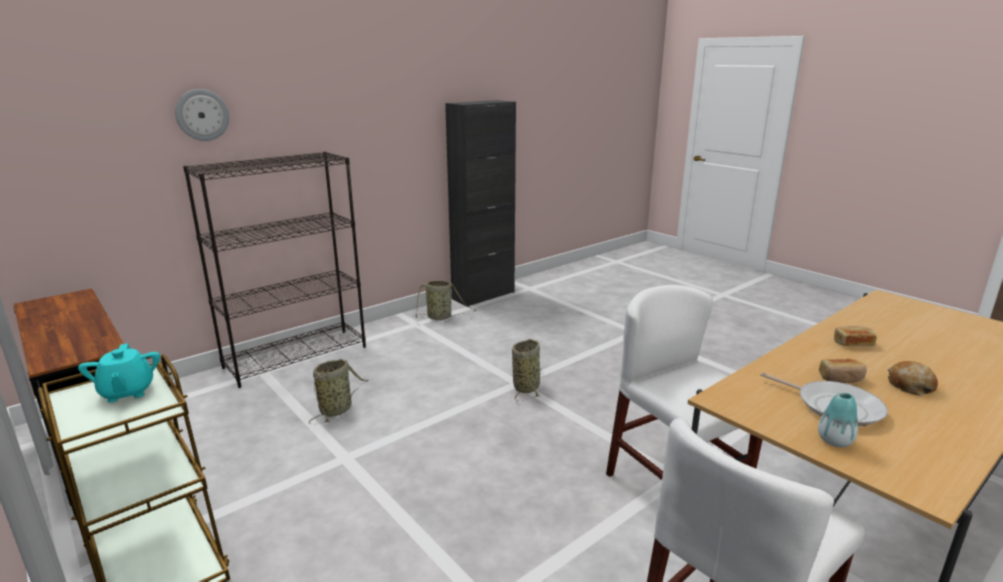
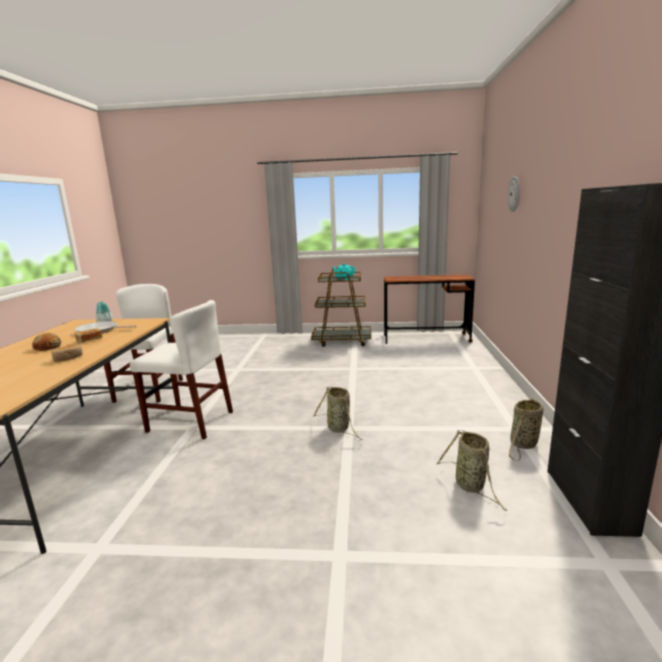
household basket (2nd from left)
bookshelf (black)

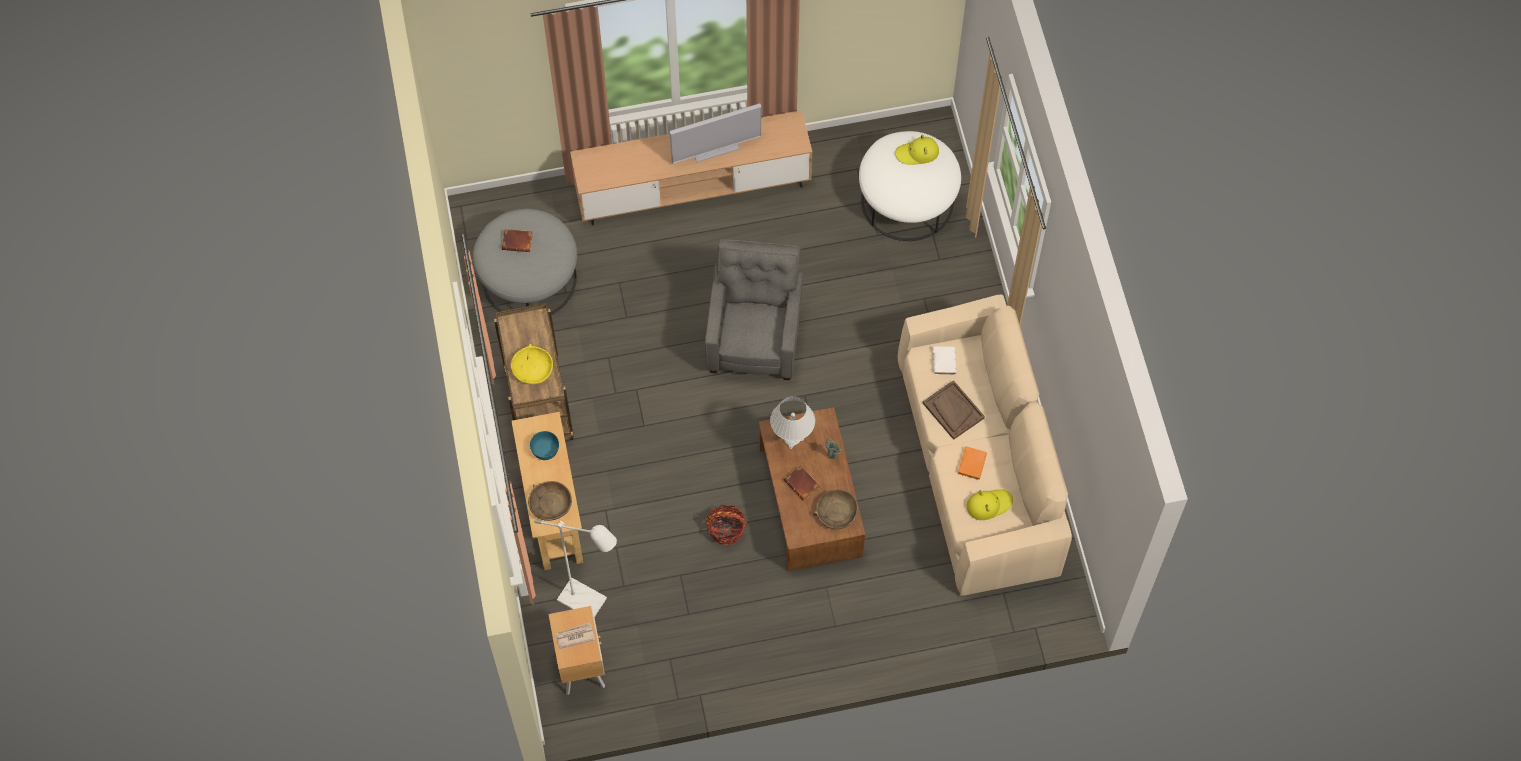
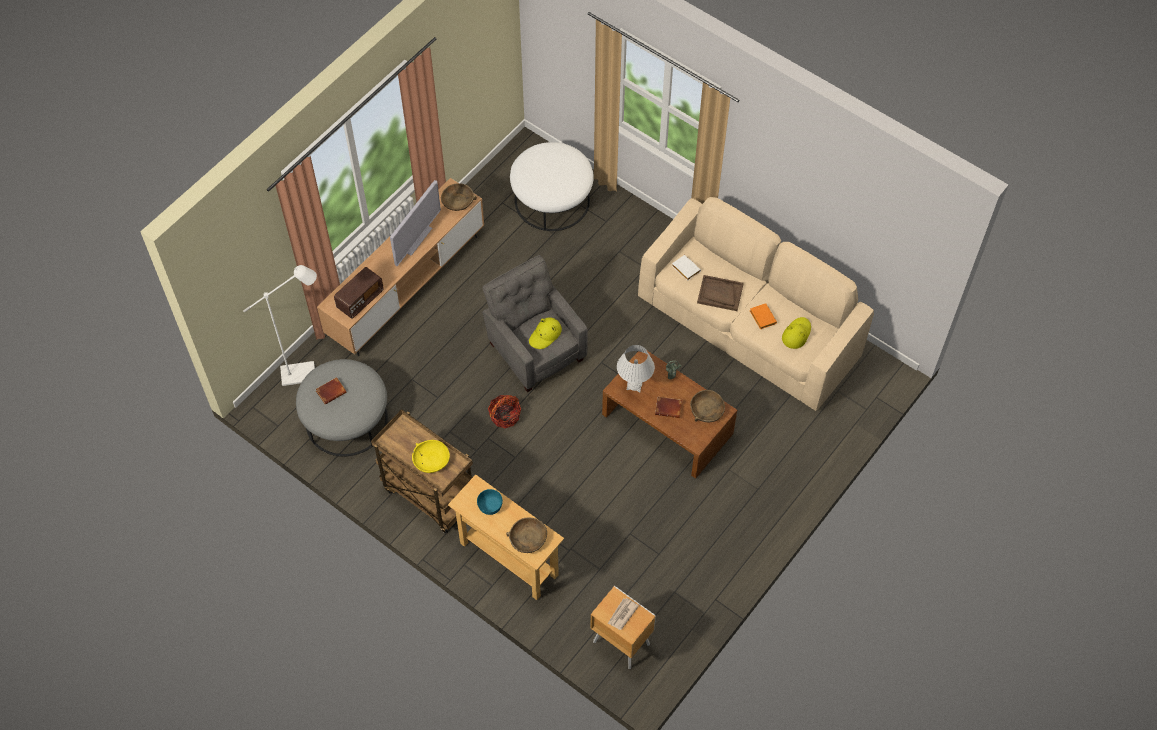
standing lamp (white)
radio set
serving bowl (brownish) (1st from left)
household basket
hat (yellowish) (1st from left)

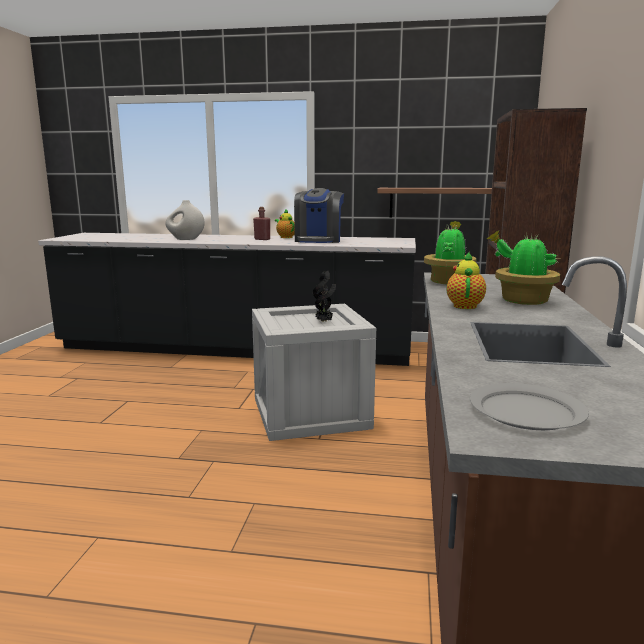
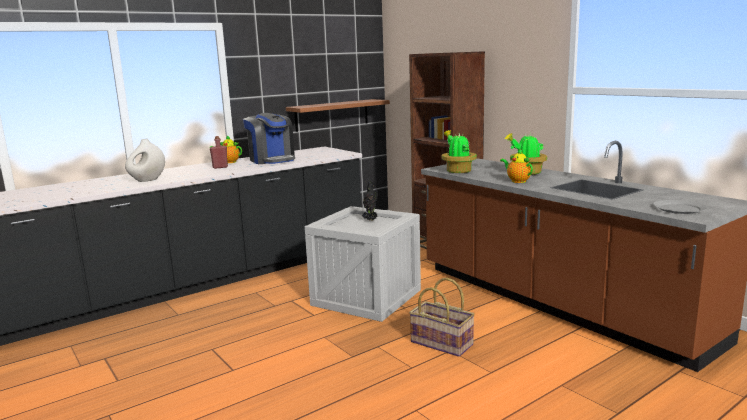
household basket

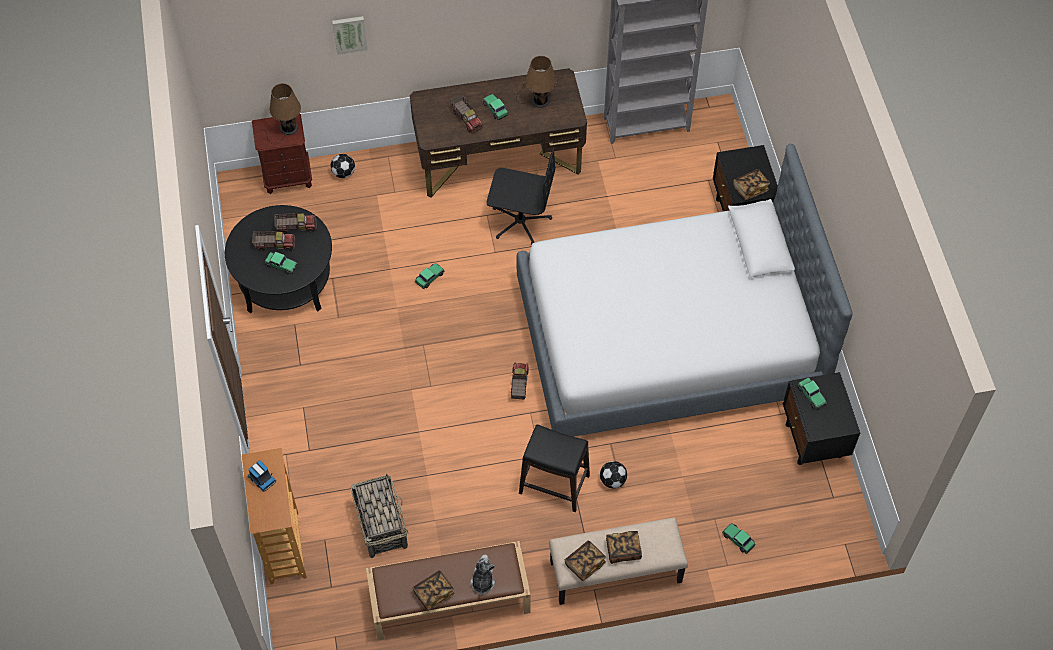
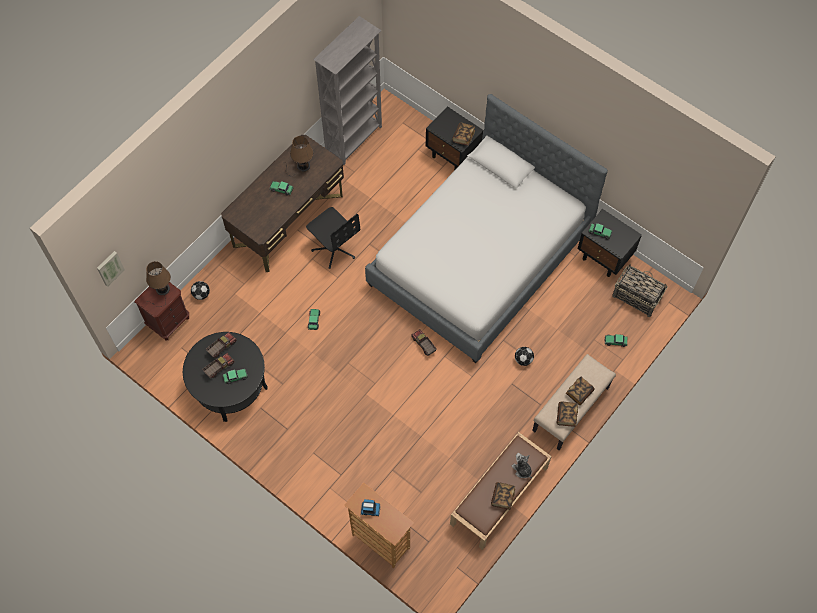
wall art
desk chair (black)
household basket
toy truck (4th from left in the first image)
stool (black)

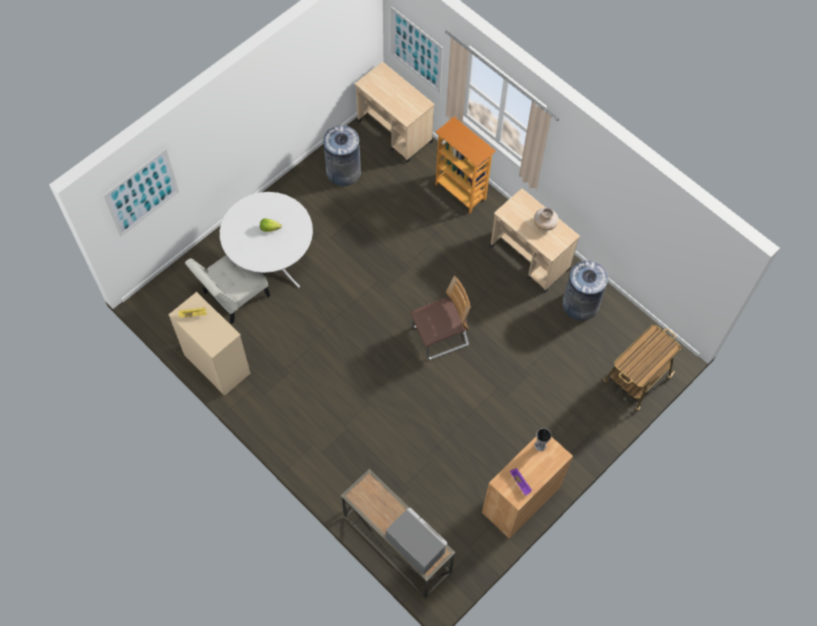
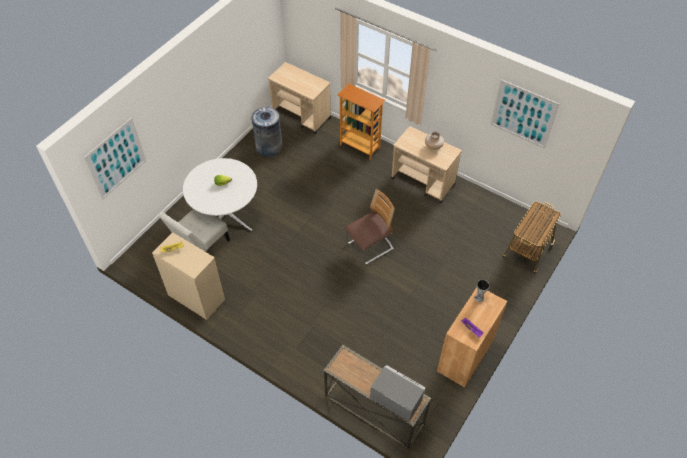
wall art (2nd from left)
rubbish bin (gray) (2nd from left in the first image)

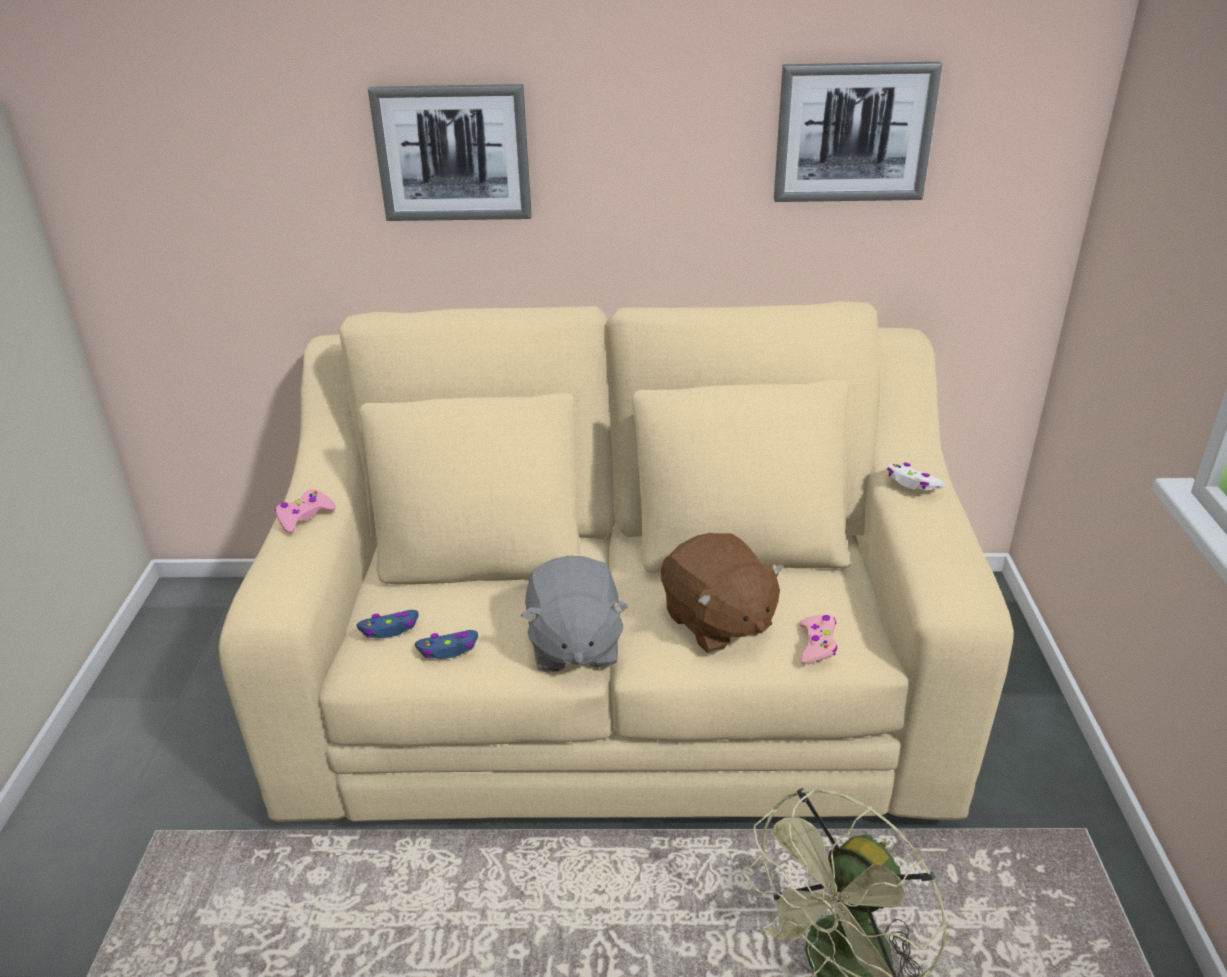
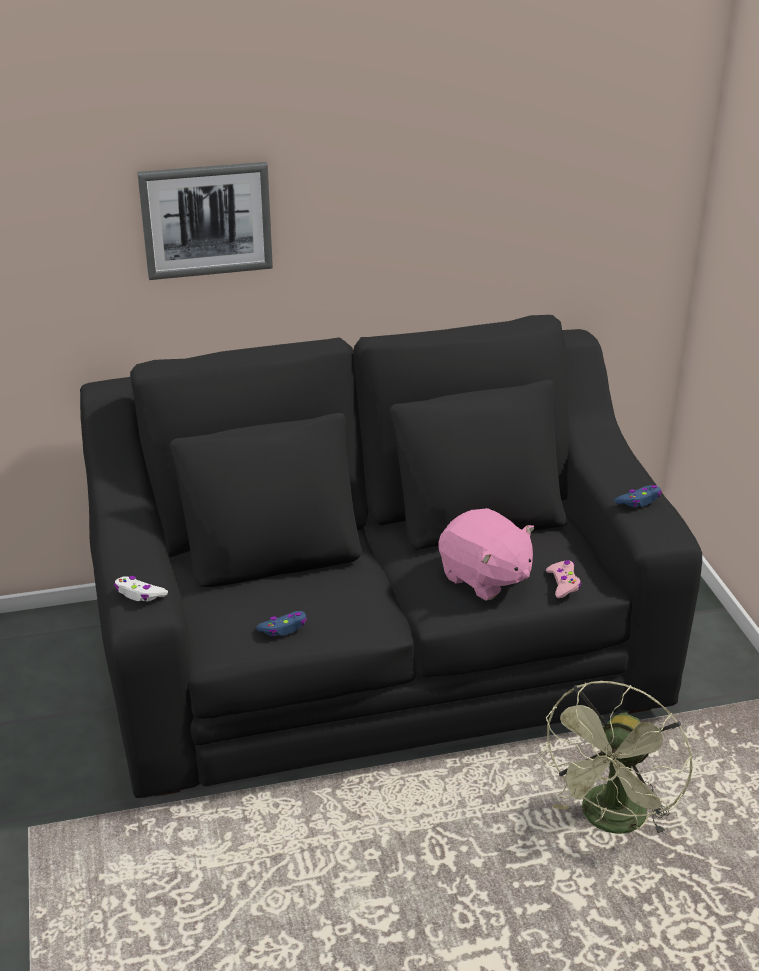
sofa (black)
gamepad (white)
cuddly toy (pink)
gamepad (bluish) (2nd from left)
gamepad (pink) (1st from left in the first image)
cuddly toy (gray)
wall art (2nd from left in the first image)

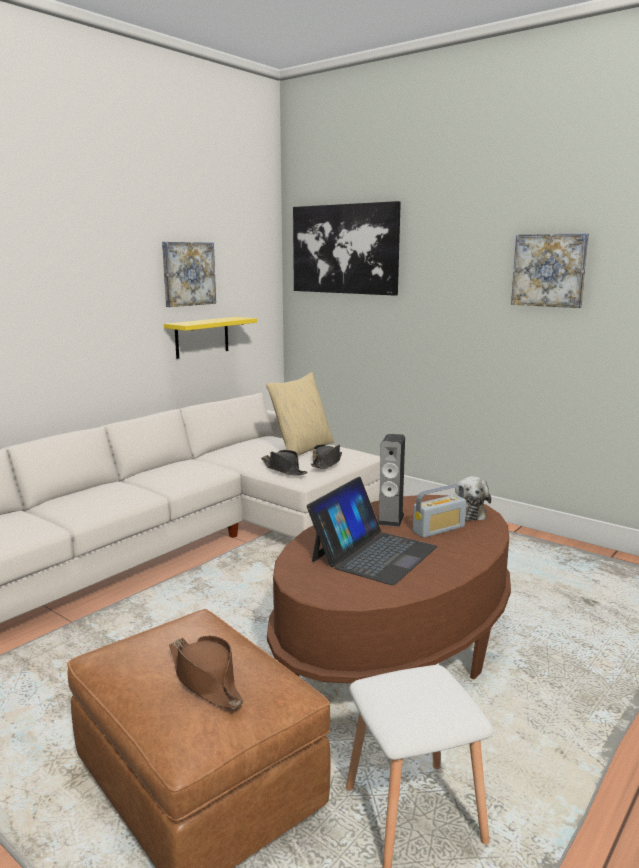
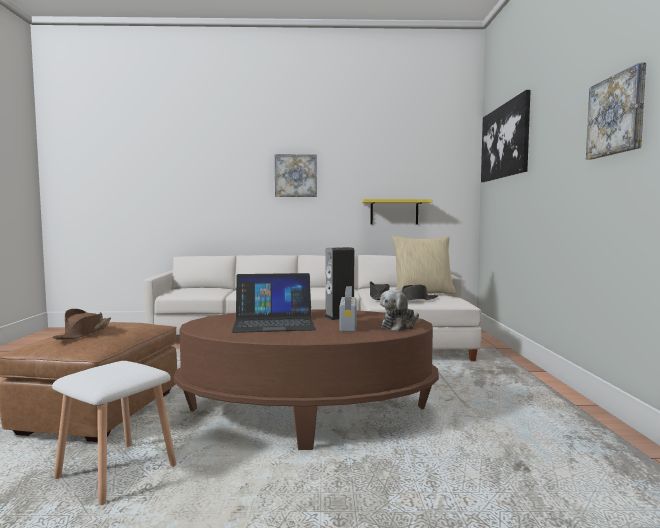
wall art (1st from left)
radio set

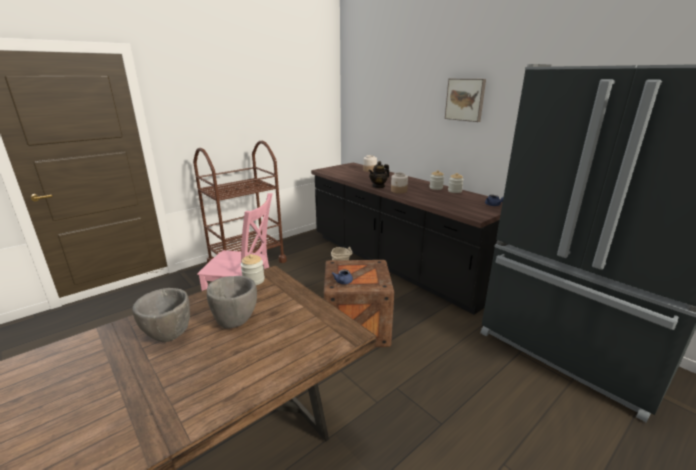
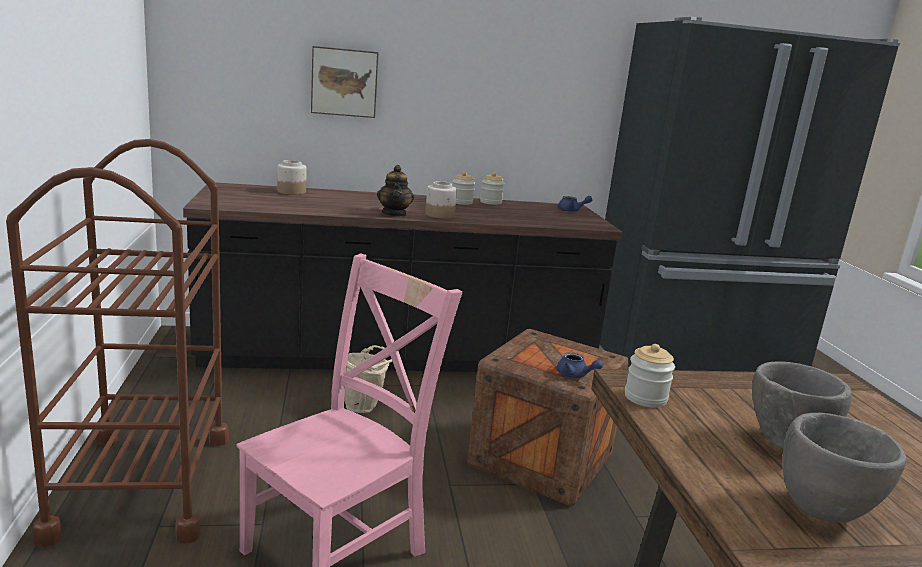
wall art

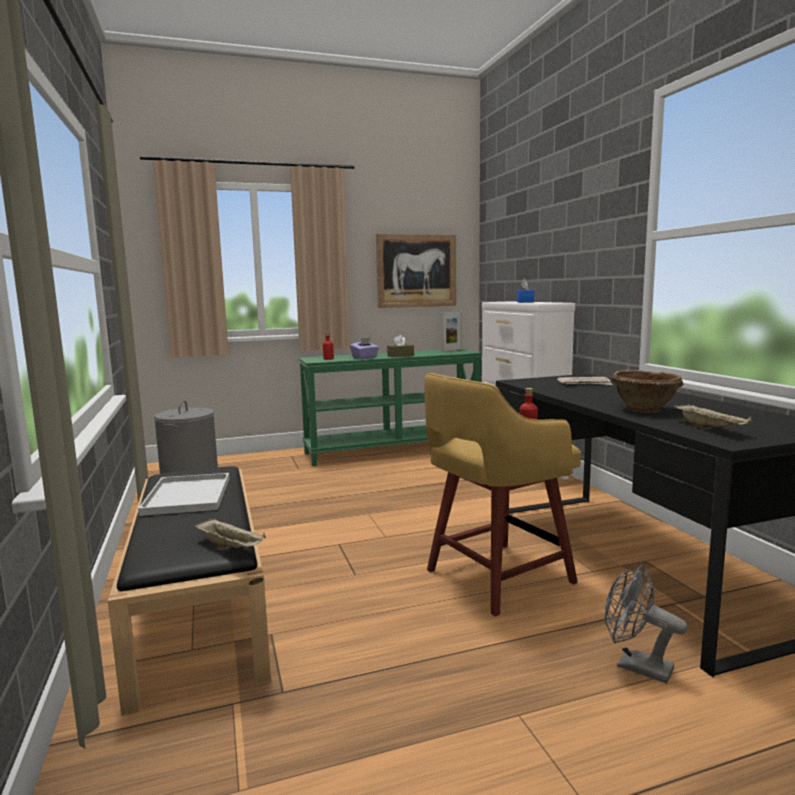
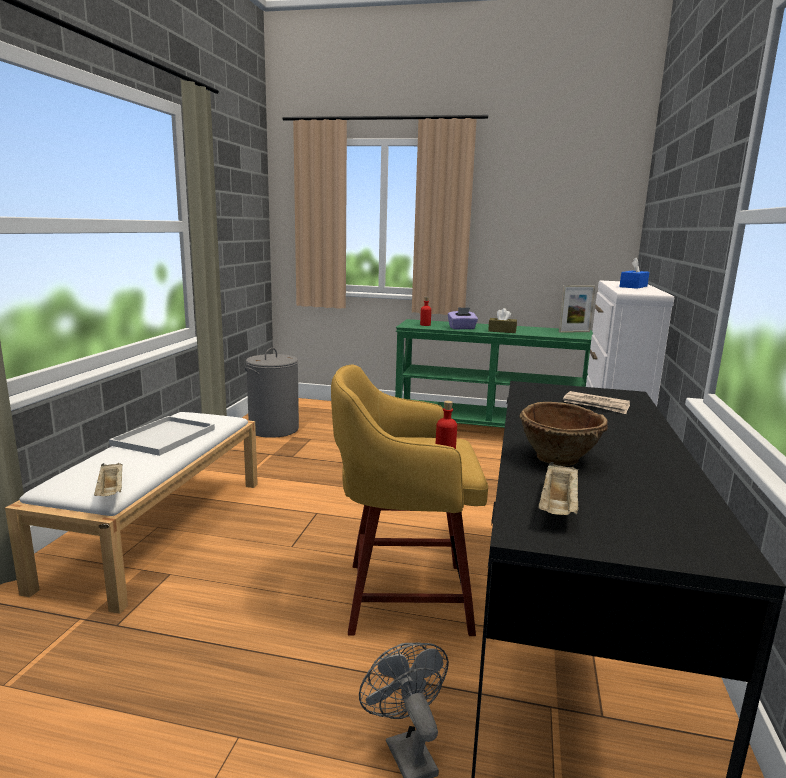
long seat (white)
wall art

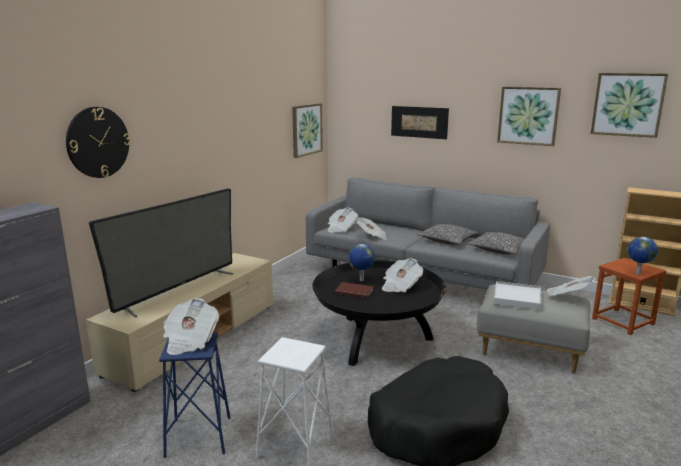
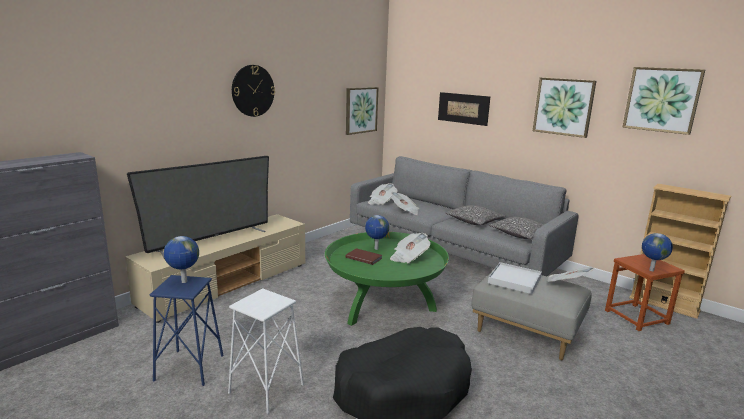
world globe (1st from left)
wall clock
low table (green)

